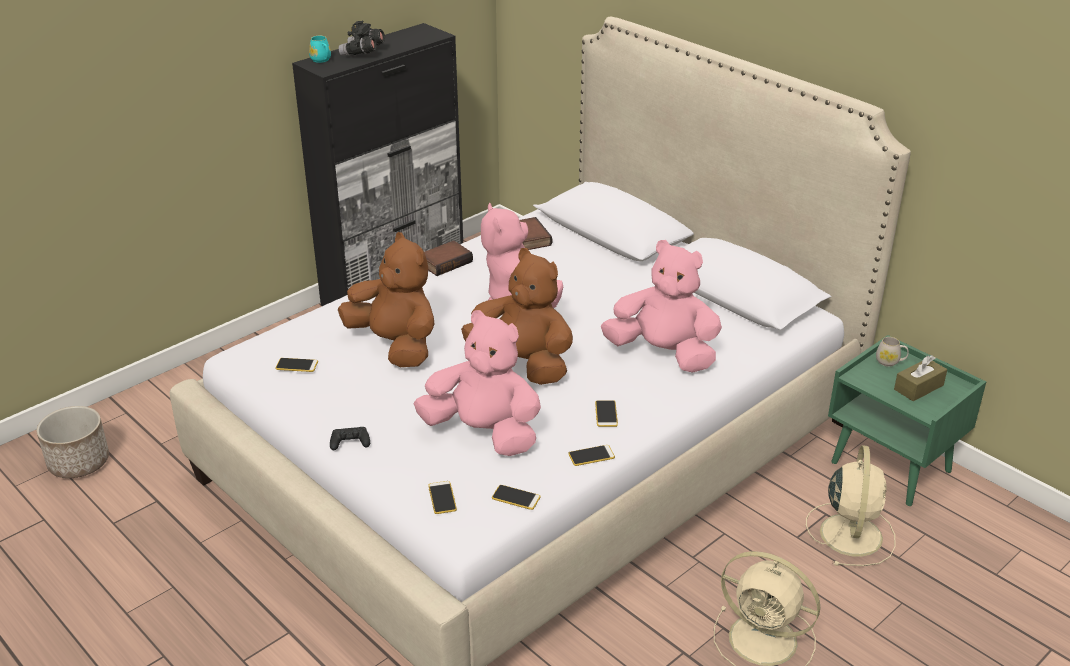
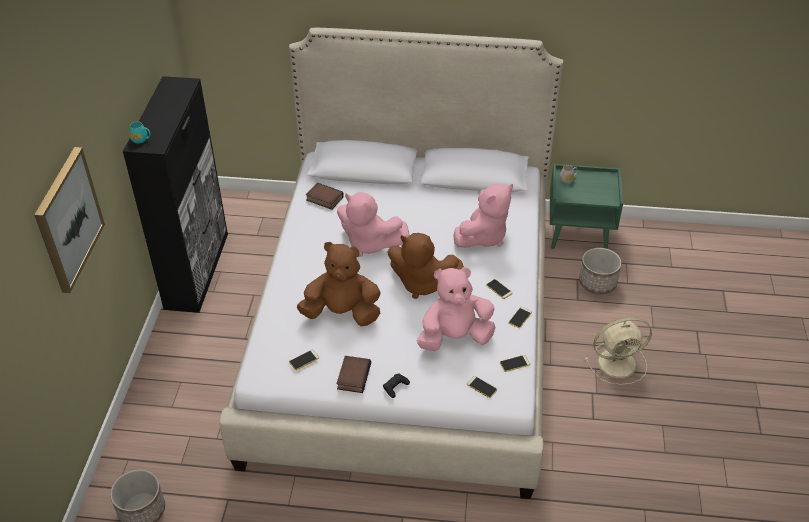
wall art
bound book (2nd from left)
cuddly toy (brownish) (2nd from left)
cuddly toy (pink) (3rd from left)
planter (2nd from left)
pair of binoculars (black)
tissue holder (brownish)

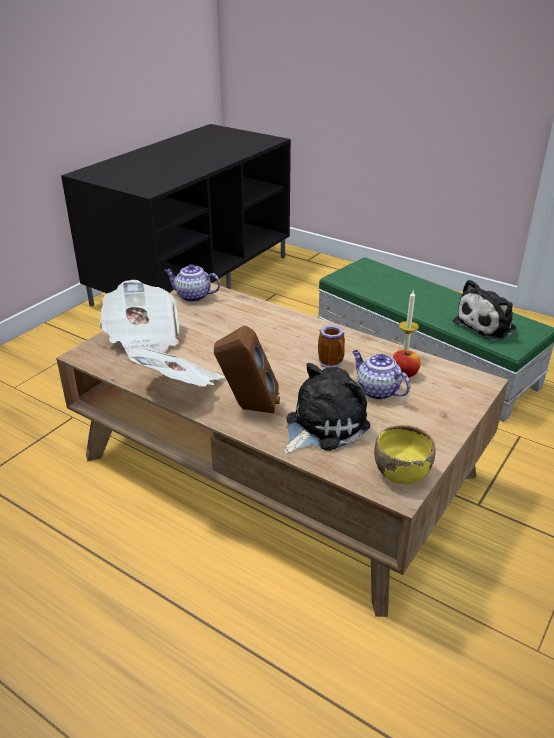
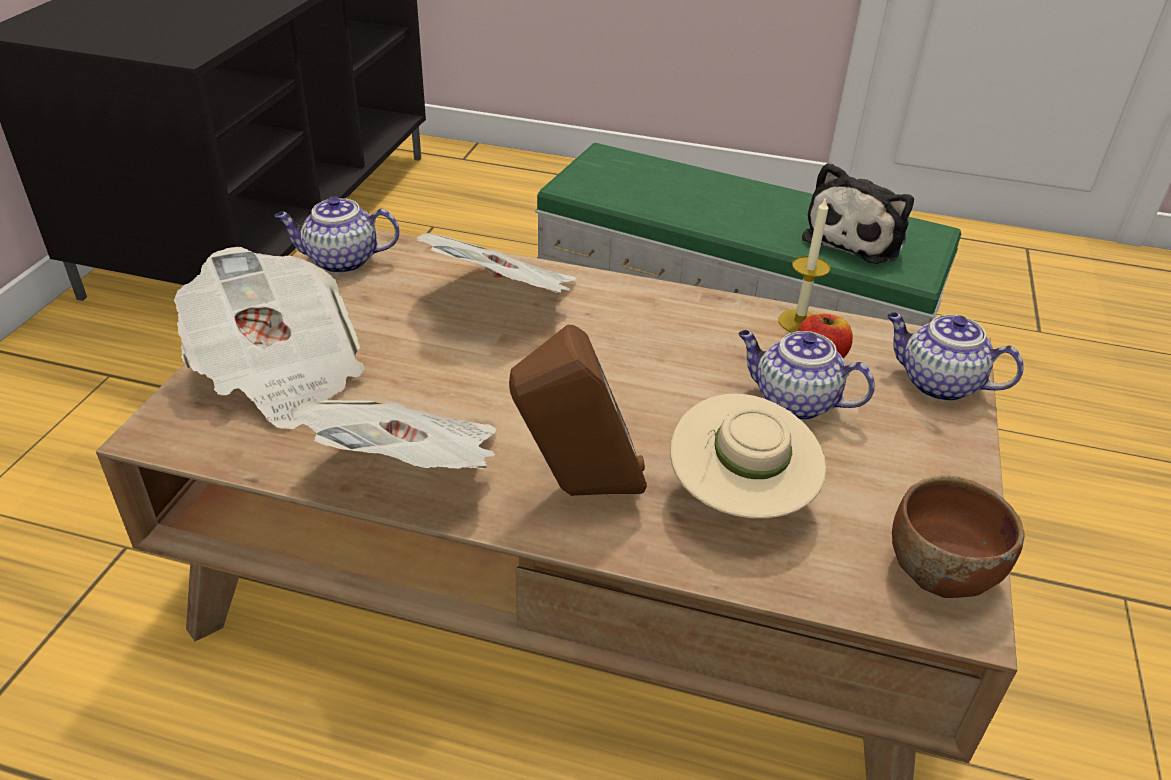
daily paper (3rd from left)
hat (beige-coloured)
teapot (3rd from left)
serving bowl (brownish)
coffee mug

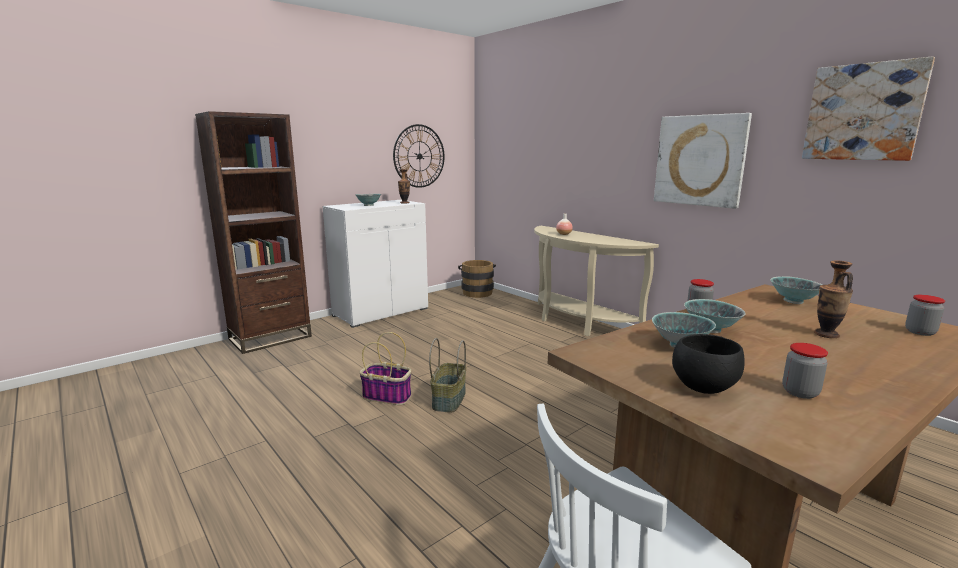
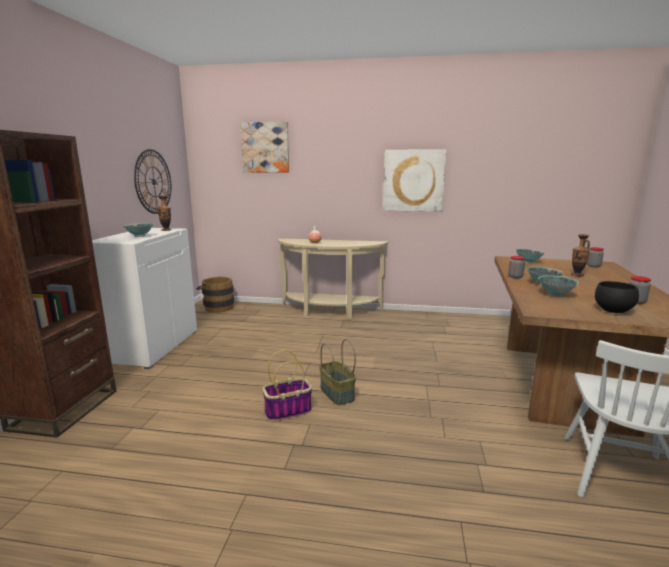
wall art (1st from left)

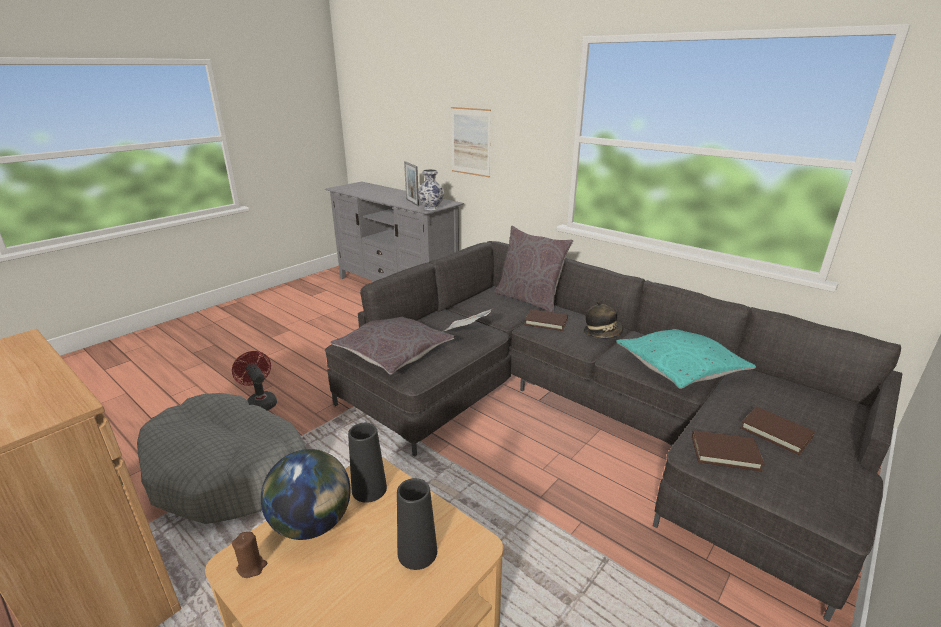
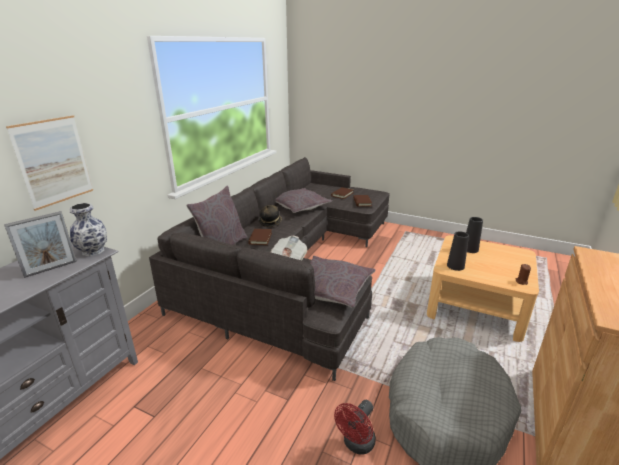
cushion (gray) (2nd from left)
world globe

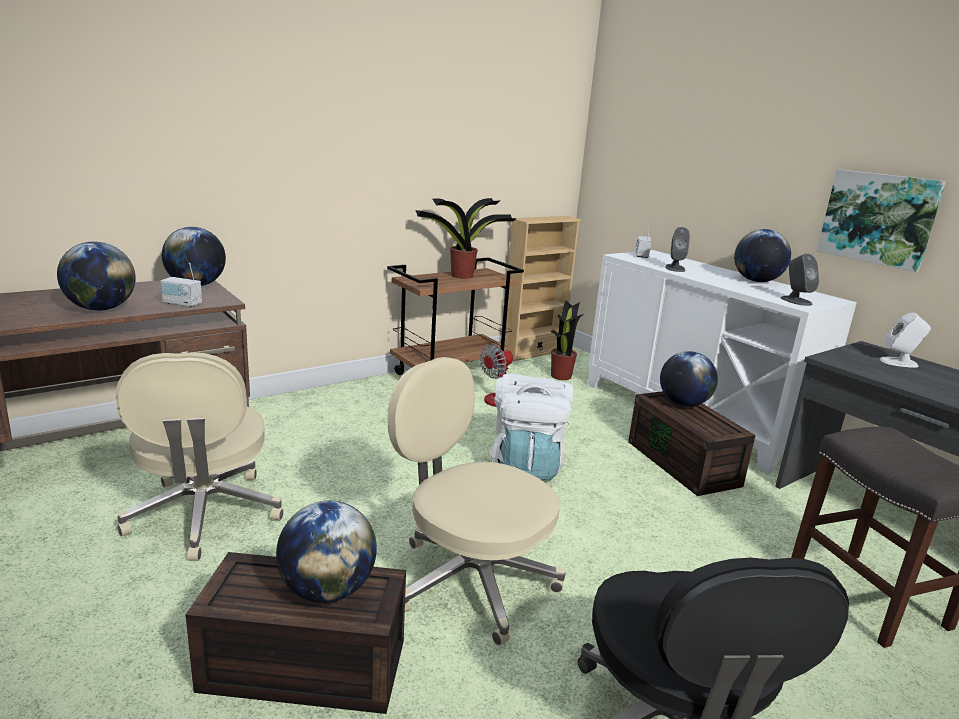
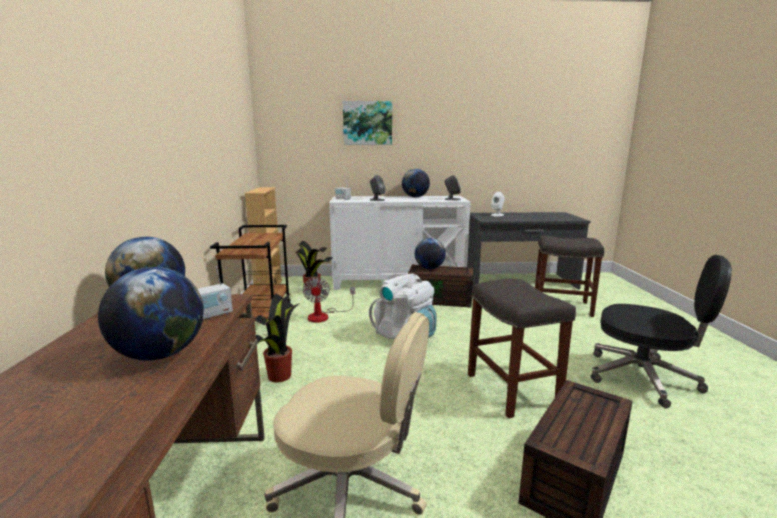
potted plant (1st from left)
wall art
stool (gray) (1st from left)
world globe (3rd from left in the first image)

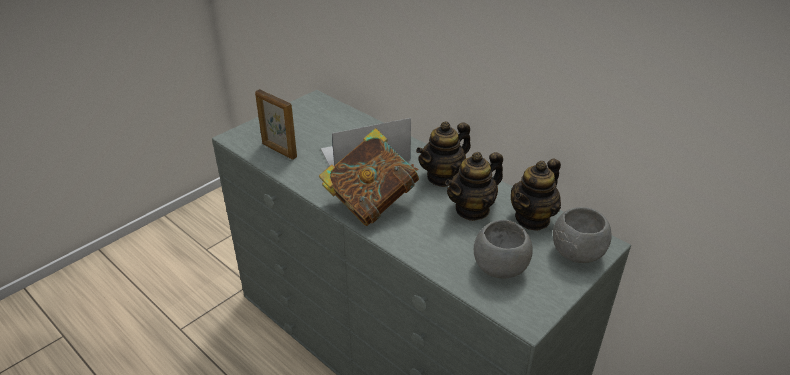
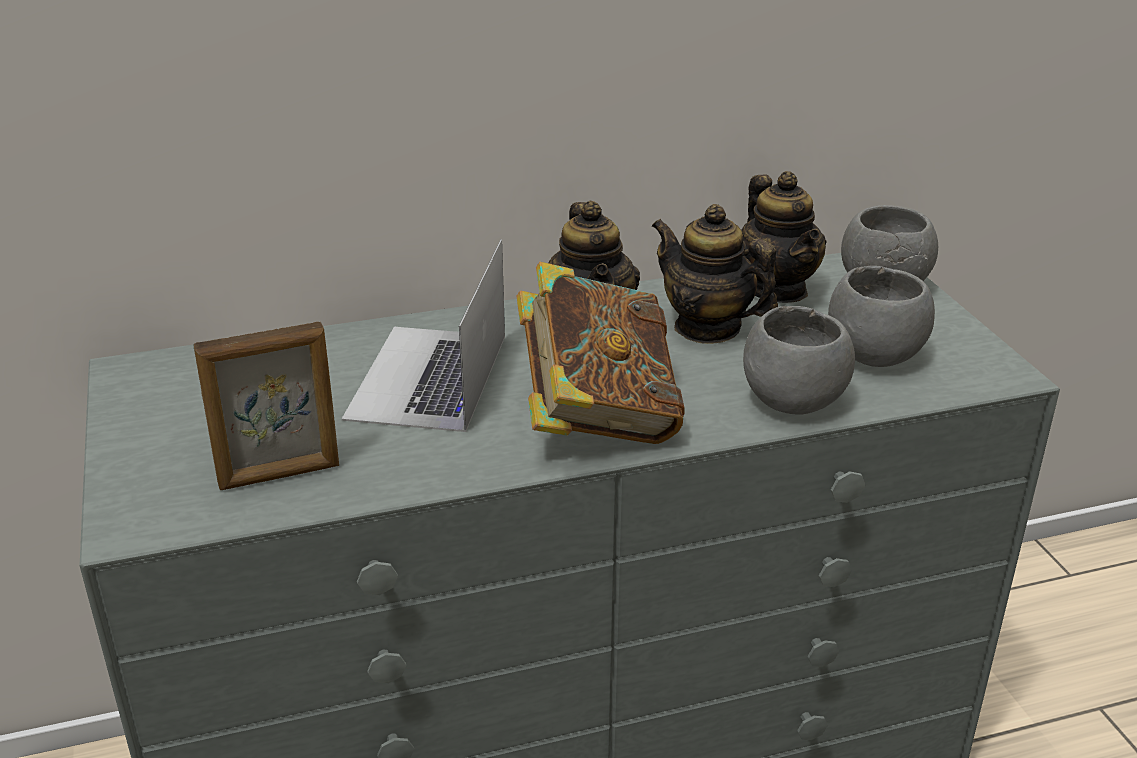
teapot (2nd from left)
serving bowl (gray) (1st from left)

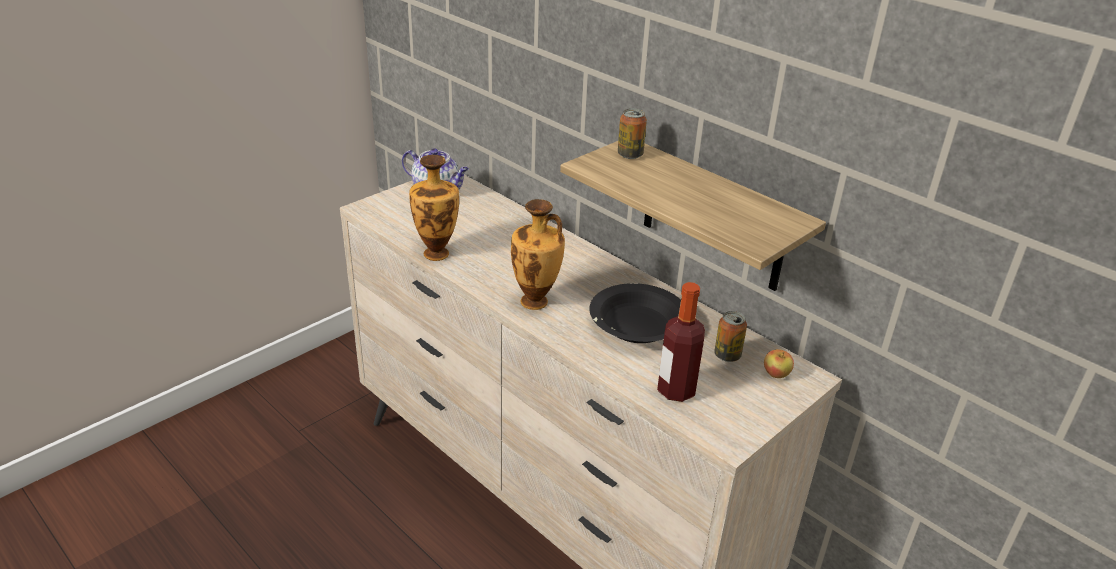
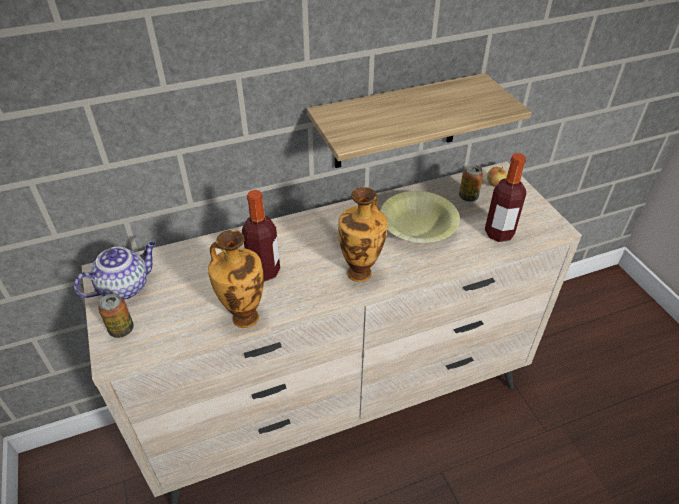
sealed can (1st from left)
bottle (1st from left)
serving bowl (yellowish)

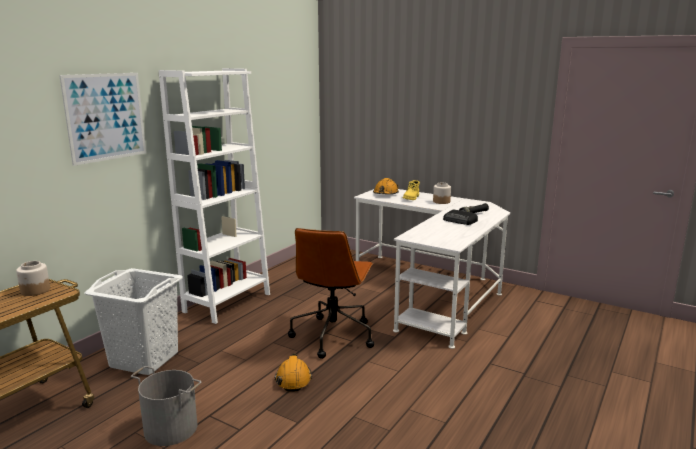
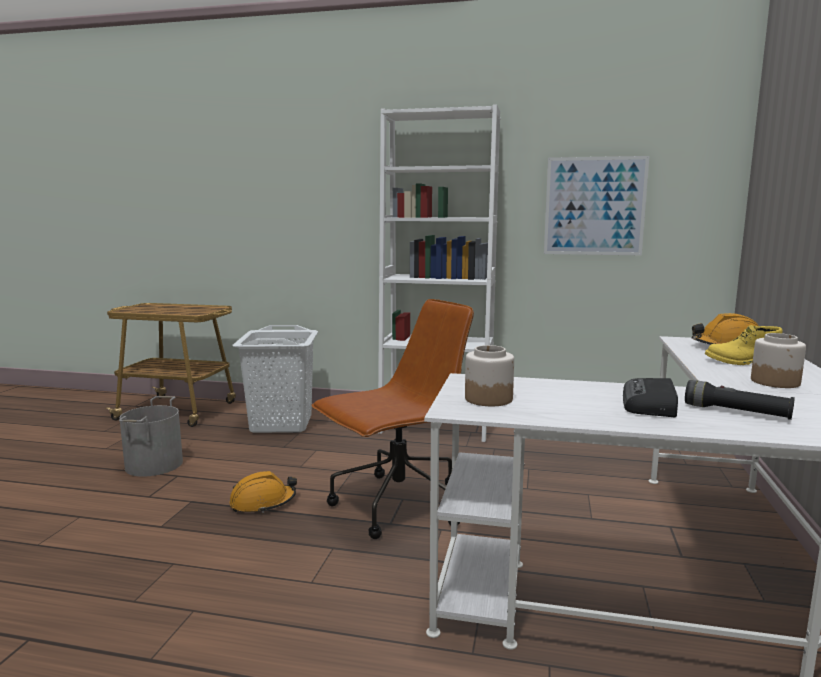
desk chair (brownish)
preserve jar (1st from left)
wall art

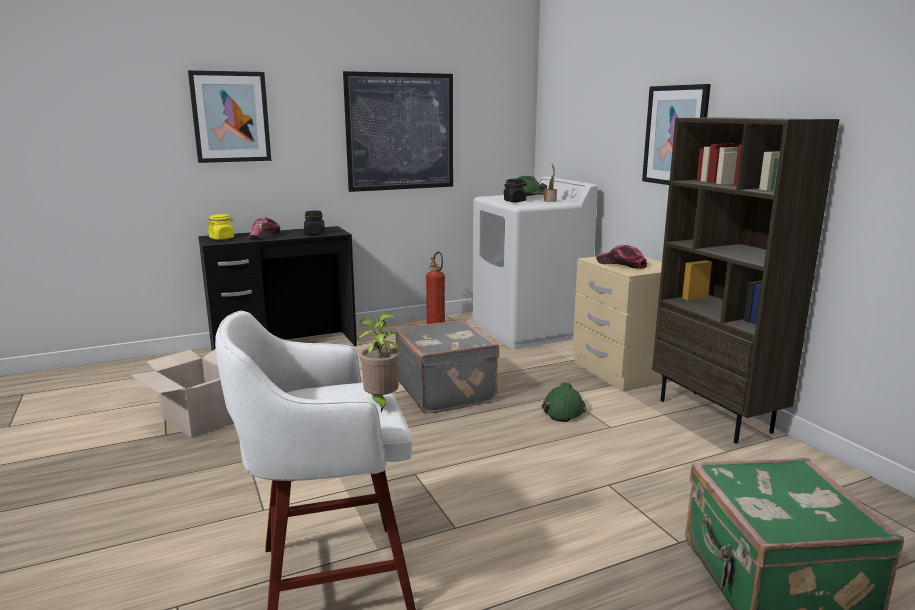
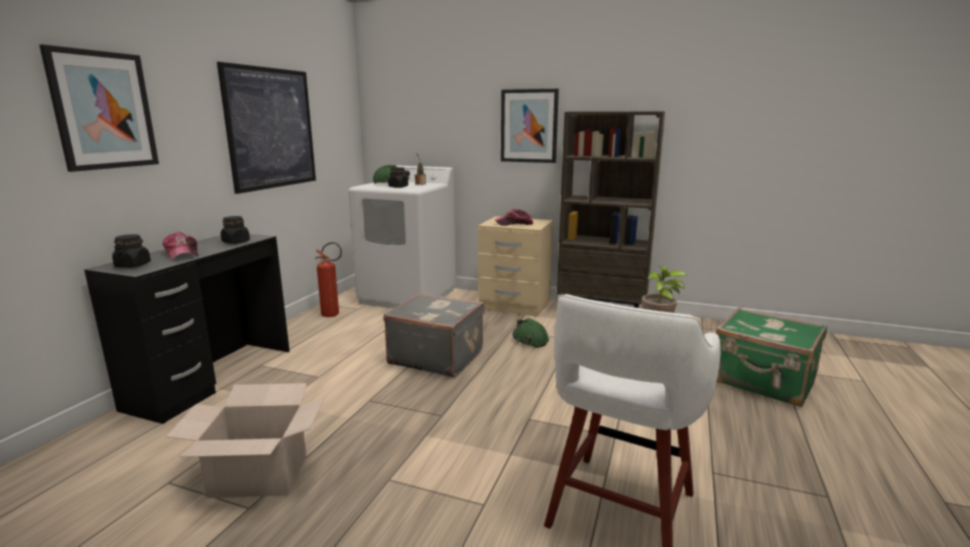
preserve jar (black) (1st from left)

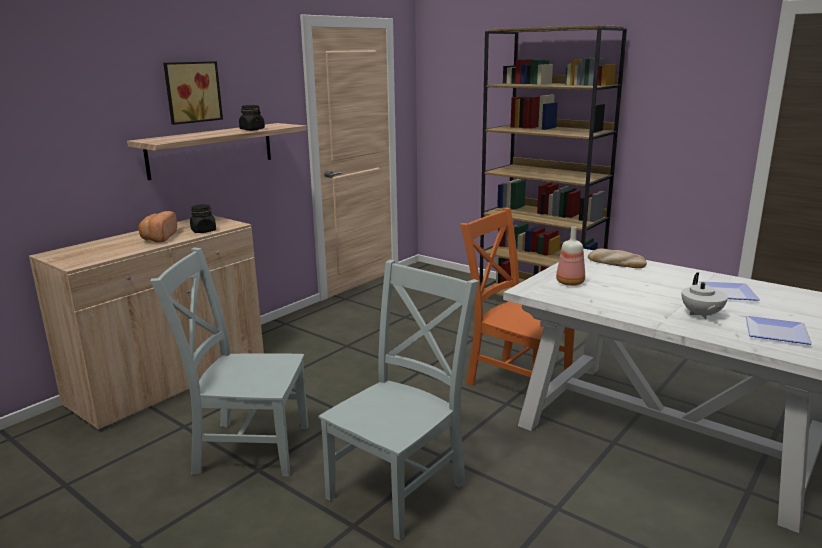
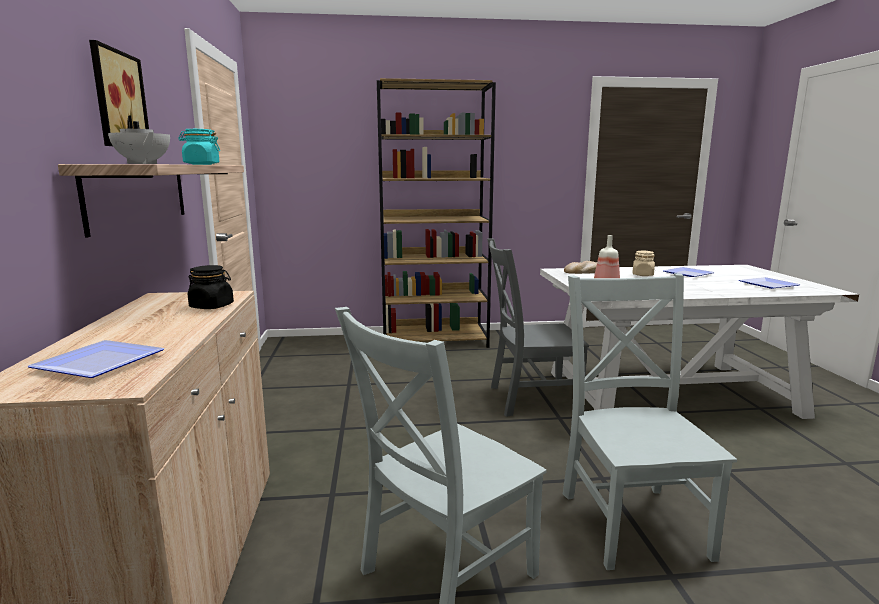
dinner plate (1st from left)
teapot (white)
preserve jar (turquoise)
upright chair (gray) (2nd from left)
preserve jar (beige-coloured)
bread (1st from left in the first image)

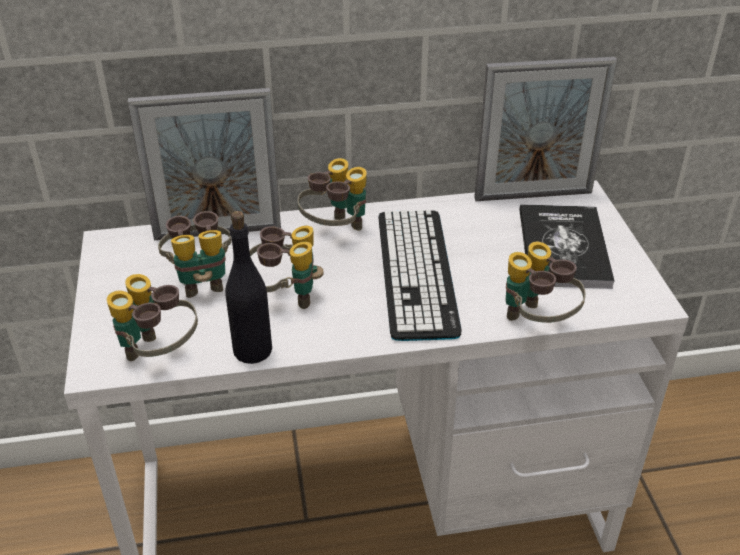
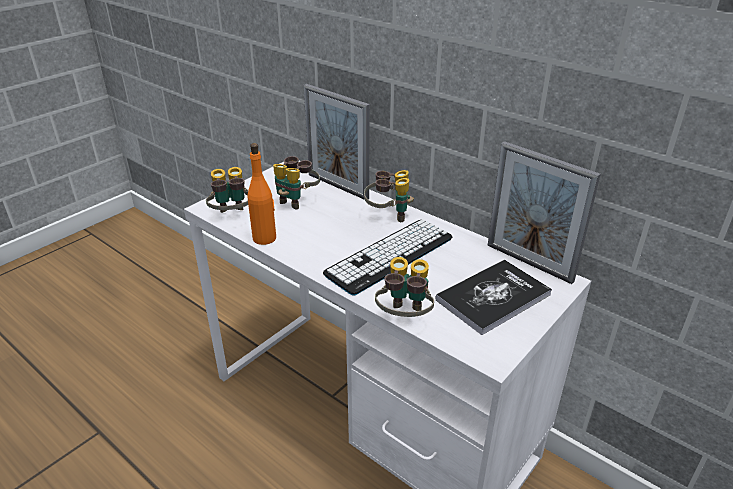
bottle (orange)
pair of binoculars (3rd from left in the first image)

